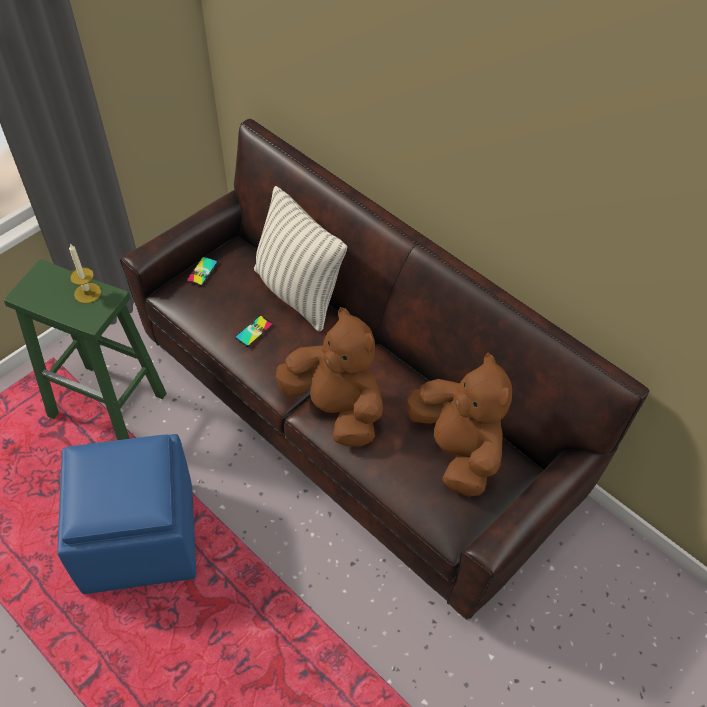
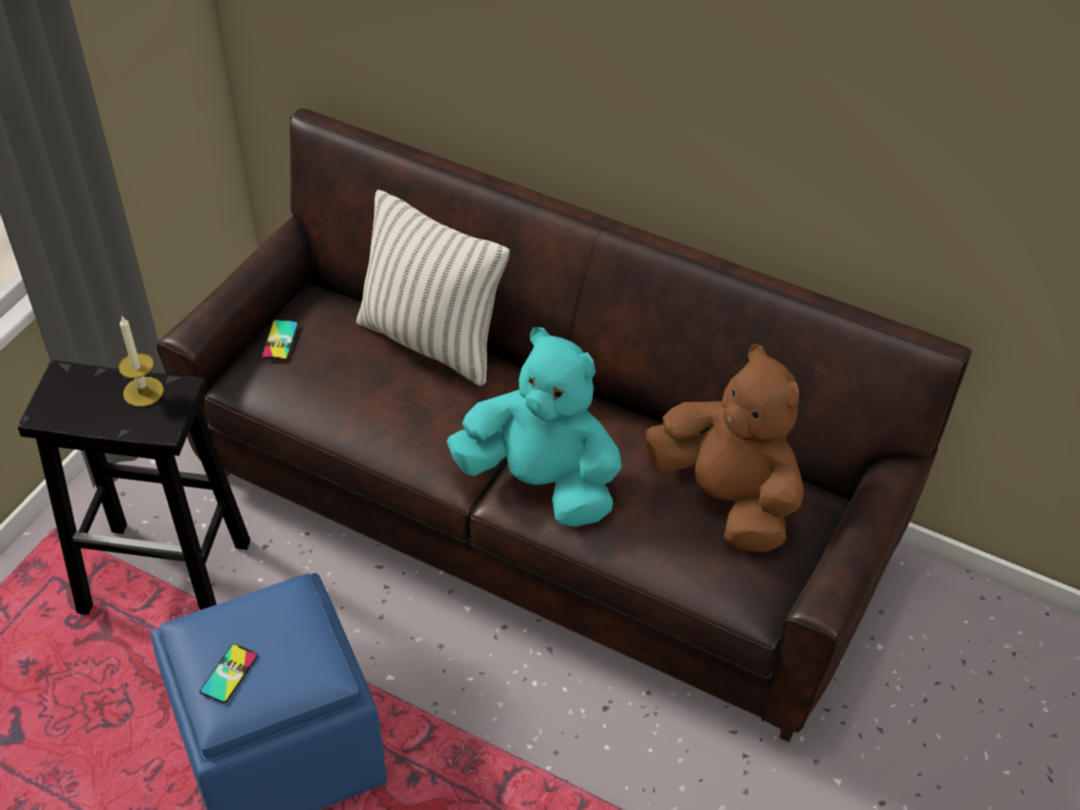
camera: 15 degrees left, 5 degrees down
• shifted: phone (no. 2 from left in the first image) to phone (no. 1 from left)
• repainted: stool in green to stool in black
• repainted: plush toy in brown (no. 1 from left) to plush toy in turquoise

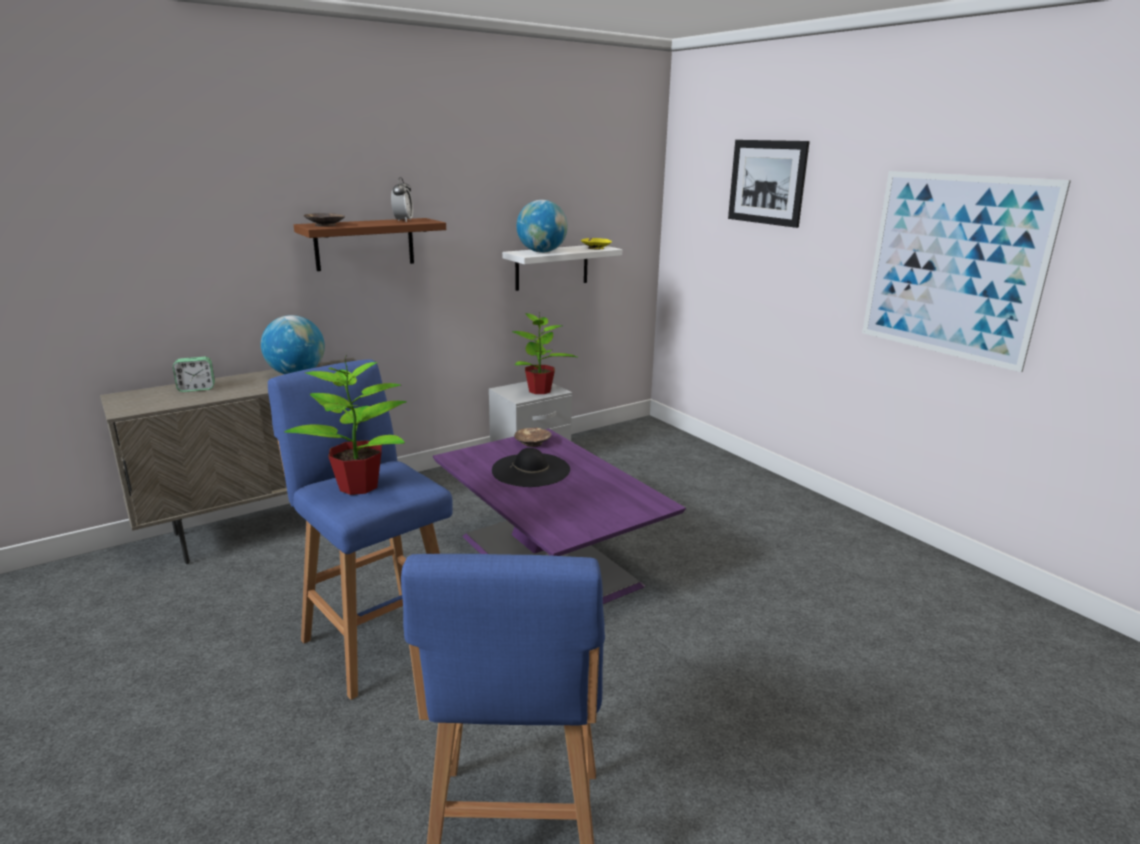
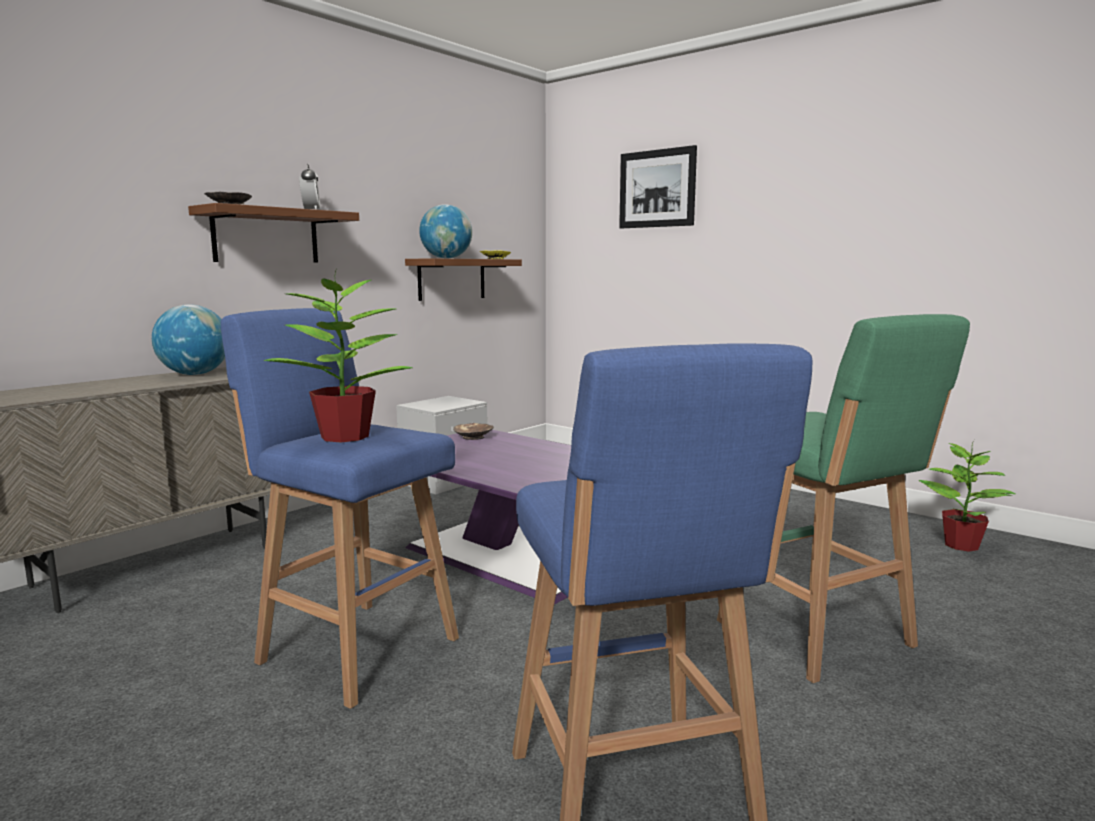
camera: 15 degrees left, 10 degrees down
• gone: alarm clock (no. 1 from left)
• gone: hat in black
• gone: picture (no. 2 from left)
• new: stool in green
• shifted: potted plant (no. 2 from left)
• repainted: shelf in white to shelf in brown (no. 2 from left)

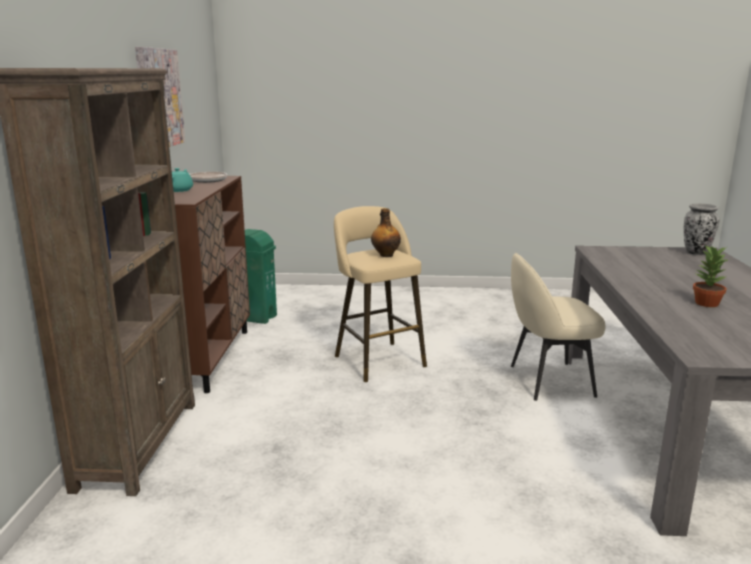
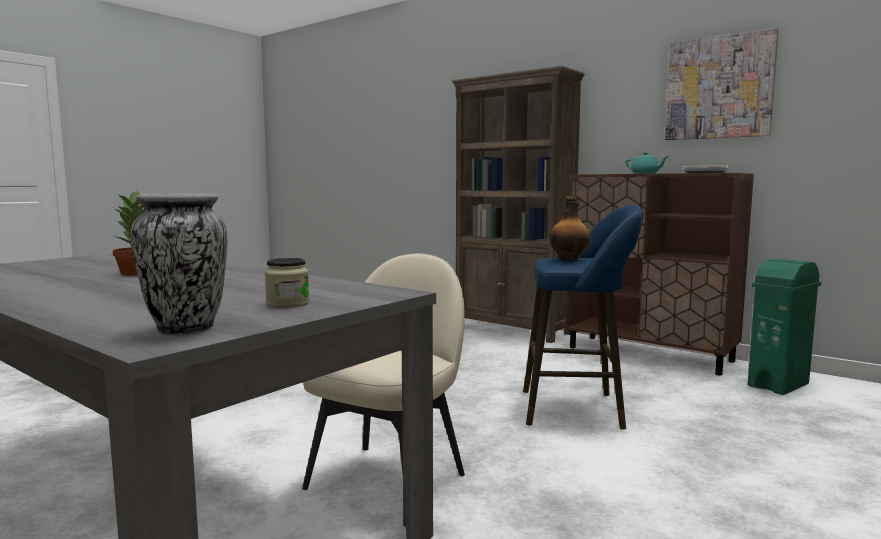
camera: 125 degrees right, 10 degrees down
• new: jar
• repainted: stool in beige to stool in blue

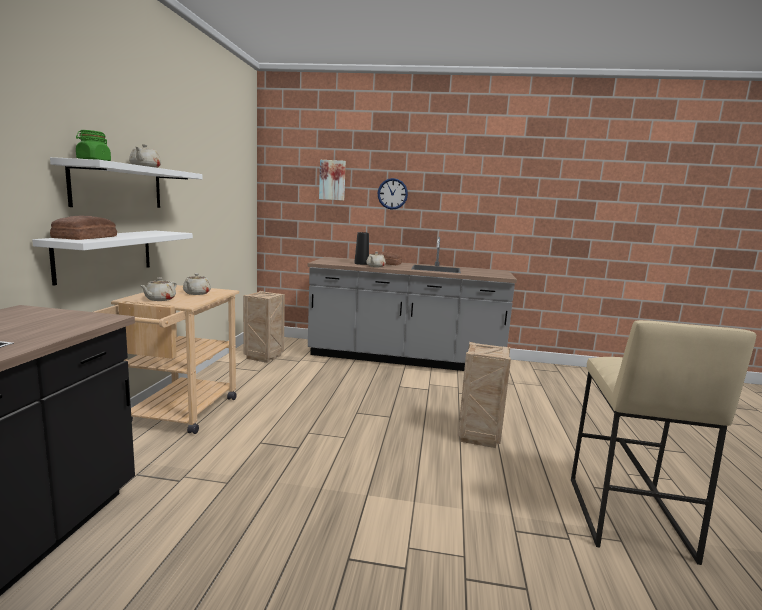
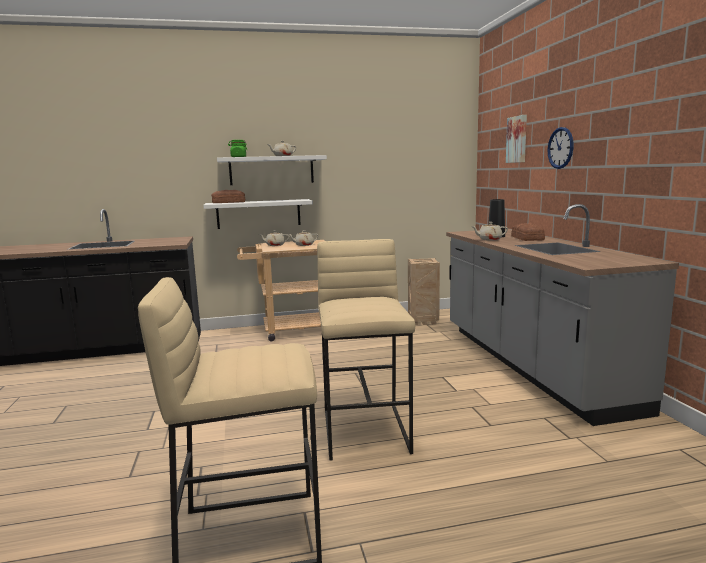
camera: 70 degrees right, 0 degrees up
• swapped: crate (no. 2 from left) to stool in beige (no. 2 from left)

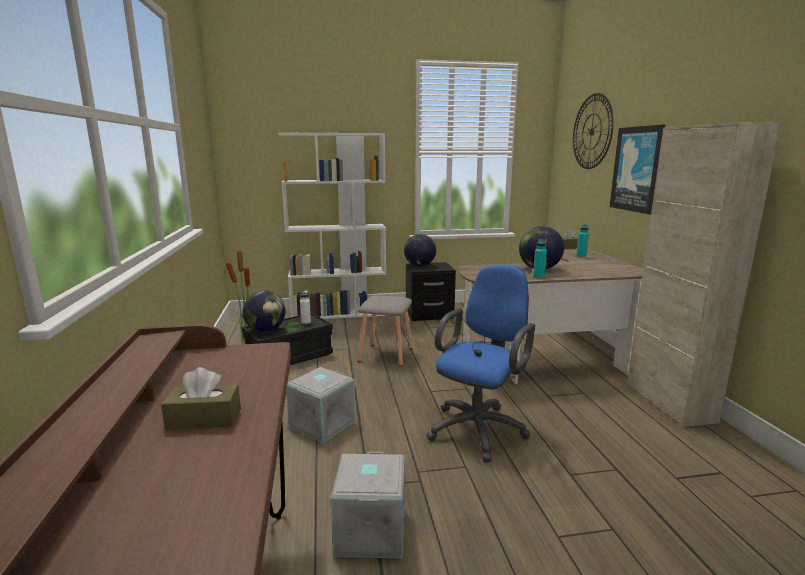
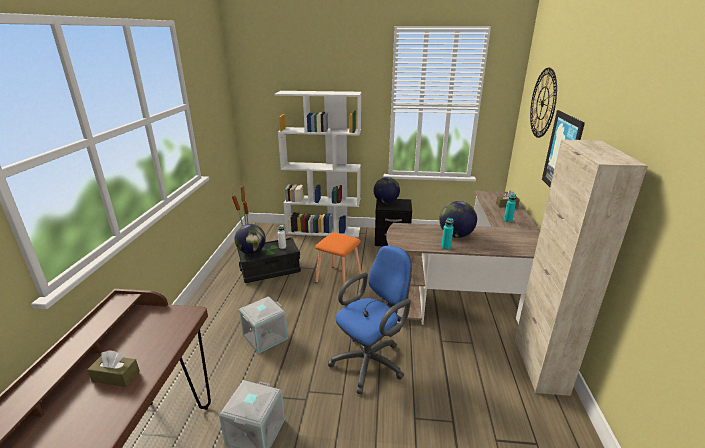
camera: 15 degrees right, 10 degrees up
• repainted: stool in grey to stool in orange

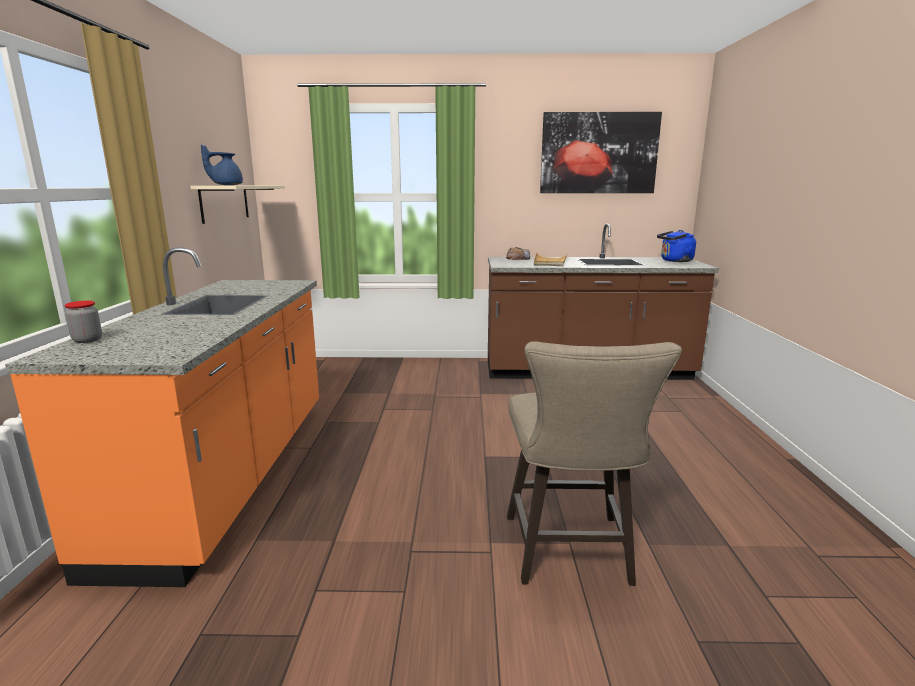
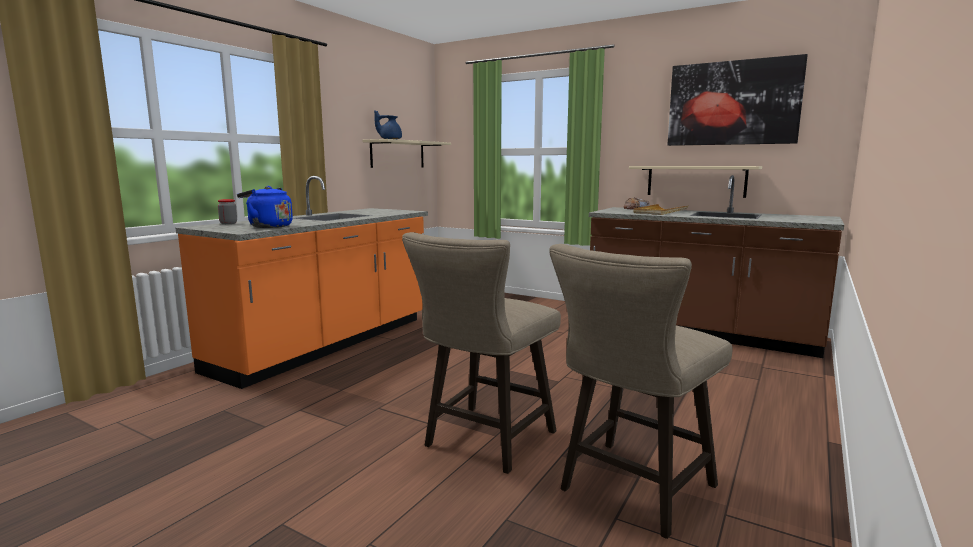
camera: 30 degrees right, 5 degrees down
• new: stool in beige (no. 2 from left)
• new: shelf in beige (no. 2 from left)
• shifted: kettle in blue

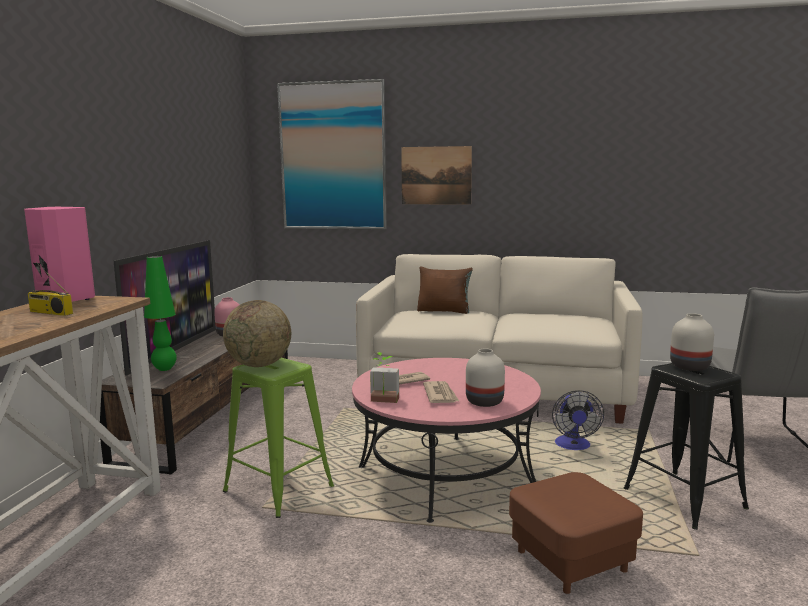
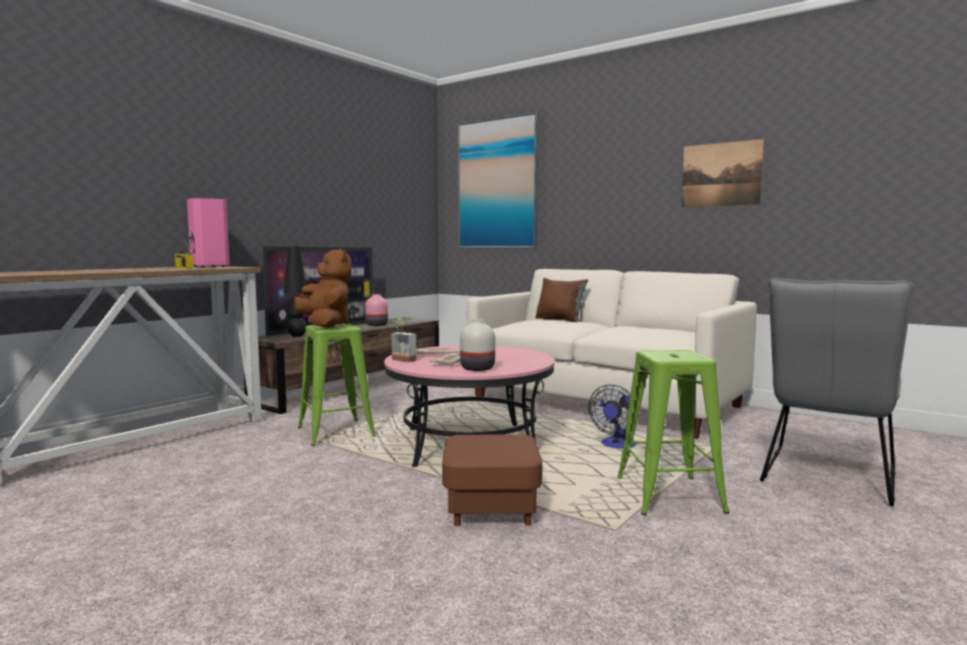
camera: 25 degrees right, 5 degrees down
• gone: vase in white (no. 2 from left)
• shifted: picture (no. 2 from left)
• swapped: globe to plush toy in brown
• repainted: table lamp in green to table lamp in black
• repainted: stool in black to stool in green (no. 2 from left)

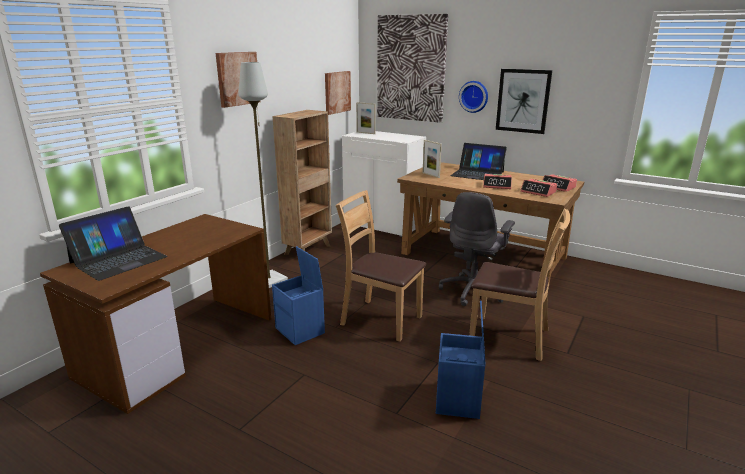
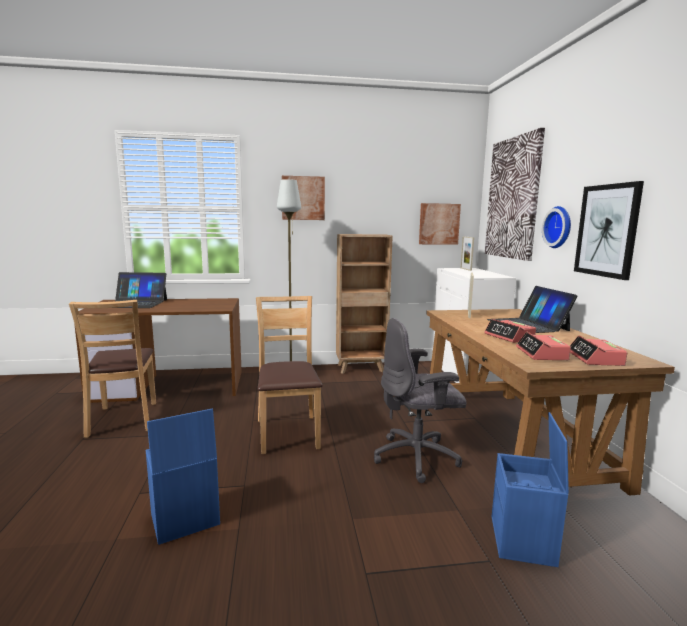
camera: 50 degrees right, 10 degrees down
• shifted: storage box in blue (no. 1 from left in the first image) to storage box in blue (no. 2 from left)
• shifted: chair in brown (no. 2 from left in the first image) to chair in brown (no. 1 from left)

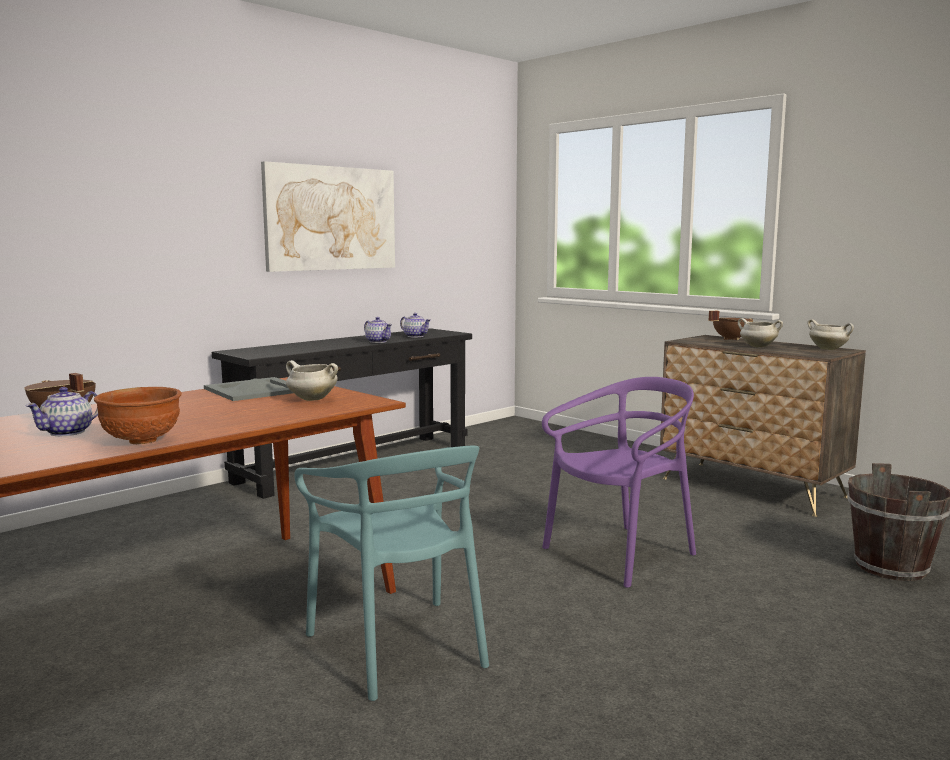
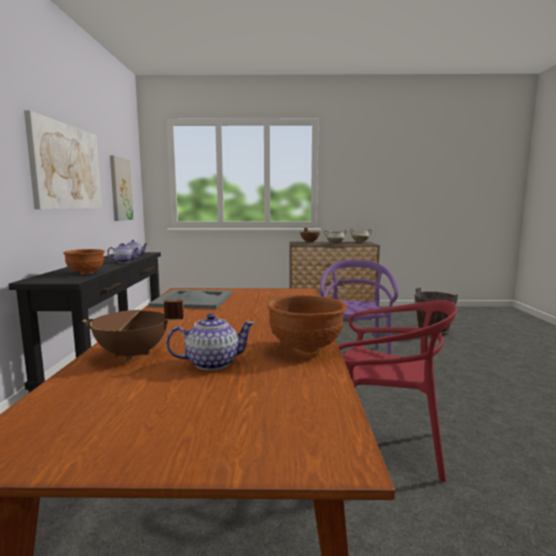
camera: 45 degrees left, 0 degrees up
• gone: cooking pot in white (no. 1 from left)
• new: bowl in brown (no. 1 from left)
• new: picture (no. 2 from left)
• repainted: chair in turquoise to chair in red
• rotated: teapot (no. 1 from left in the first image) 90 degrees counterclockwise

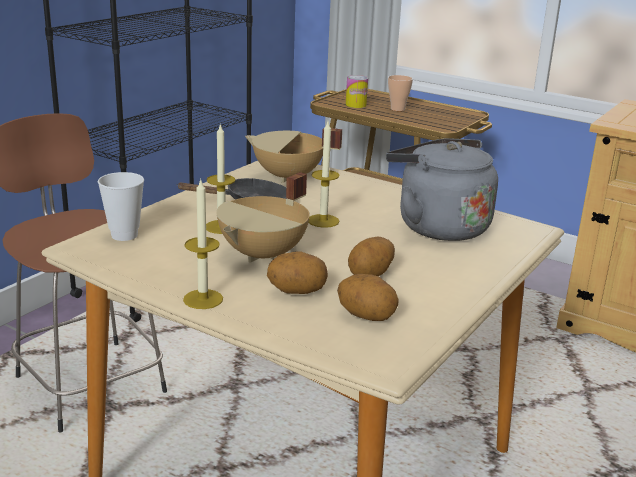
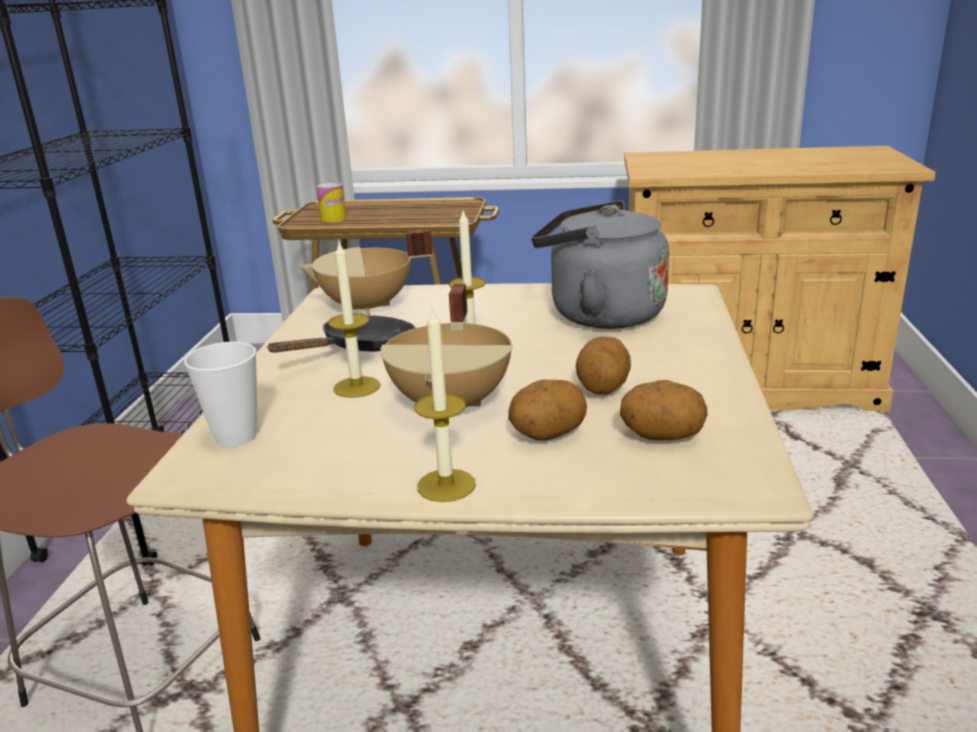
camera: 25 degrees left, 0 degrees up
• gone: cup (no. 2 from left)

